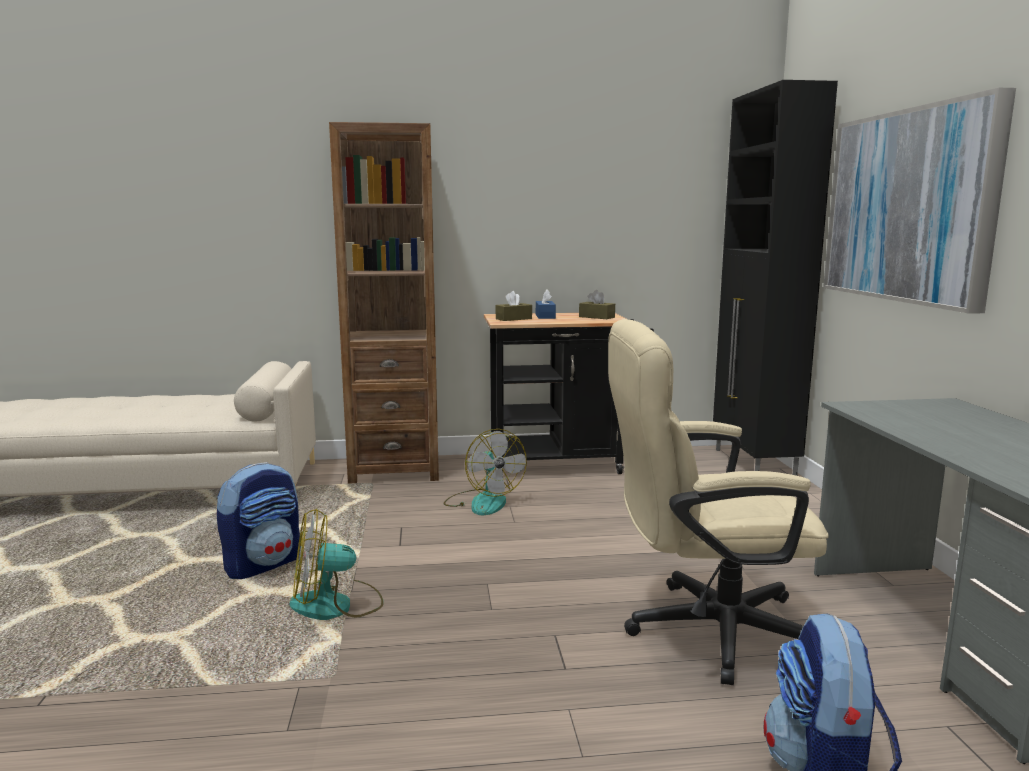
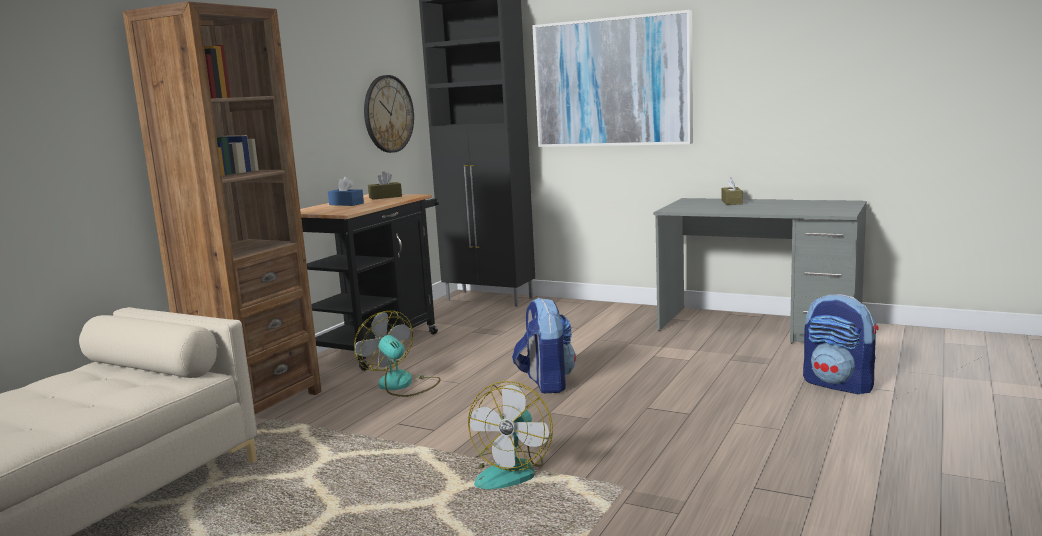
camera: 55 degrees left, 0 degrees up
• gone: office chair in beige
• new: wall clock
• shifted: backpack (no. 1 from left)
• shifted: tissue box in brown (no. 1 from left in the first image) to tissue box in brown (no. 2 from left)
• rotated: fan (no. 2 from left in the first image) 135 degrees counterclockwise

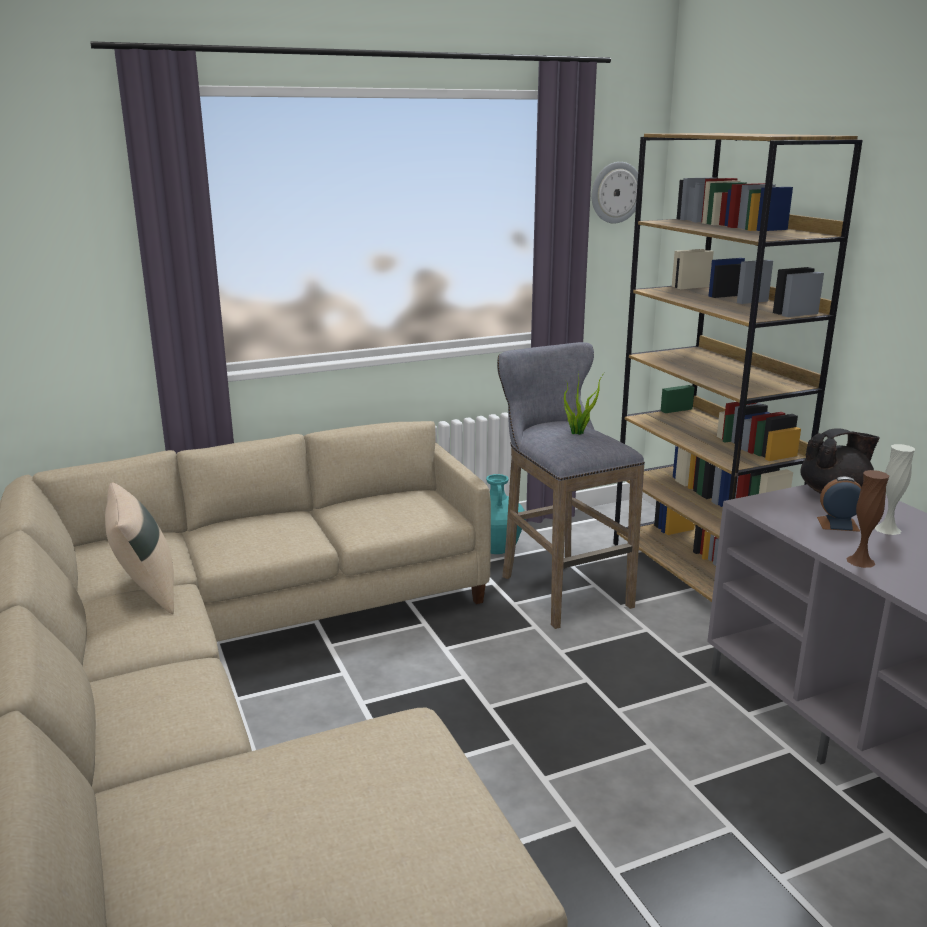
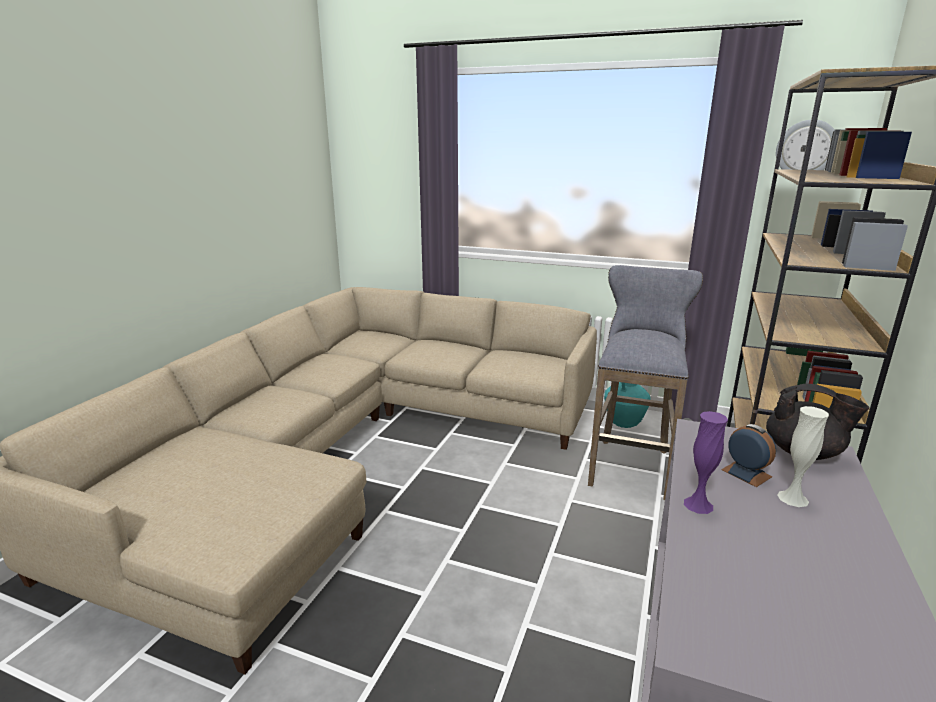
camera: 45 degrees right, 0 degrees up
• gone: pillow in beige
• gone: potted plant
• repainted: vase in brown to vase in purple

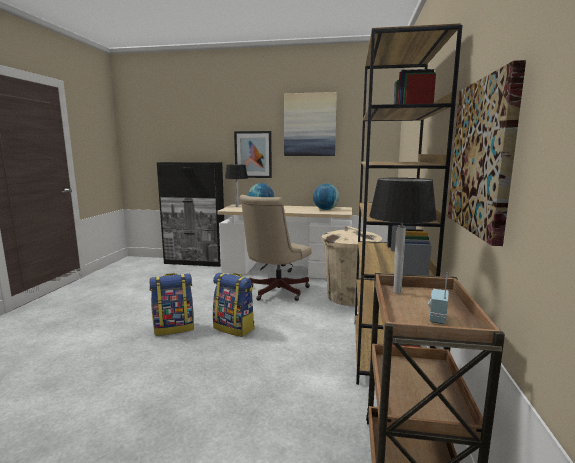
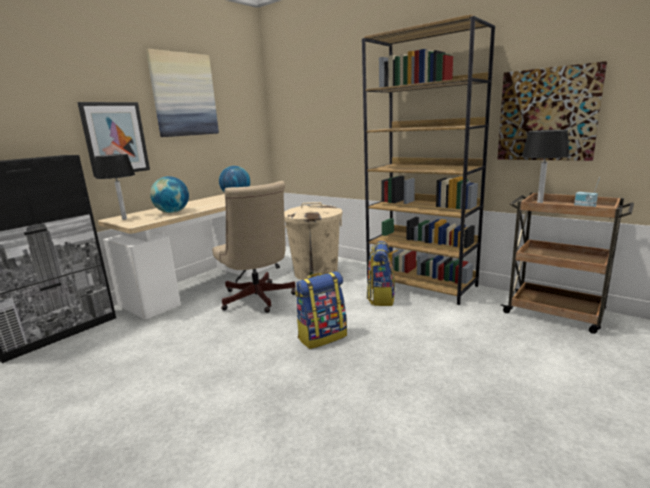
camera: 60 degrees left, 5 degrees up
• shifted: backpack (no. 1 from left in the first image) to backpack (no. 2 from left)

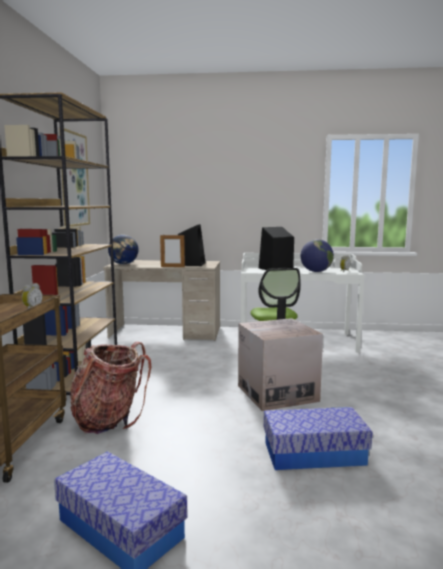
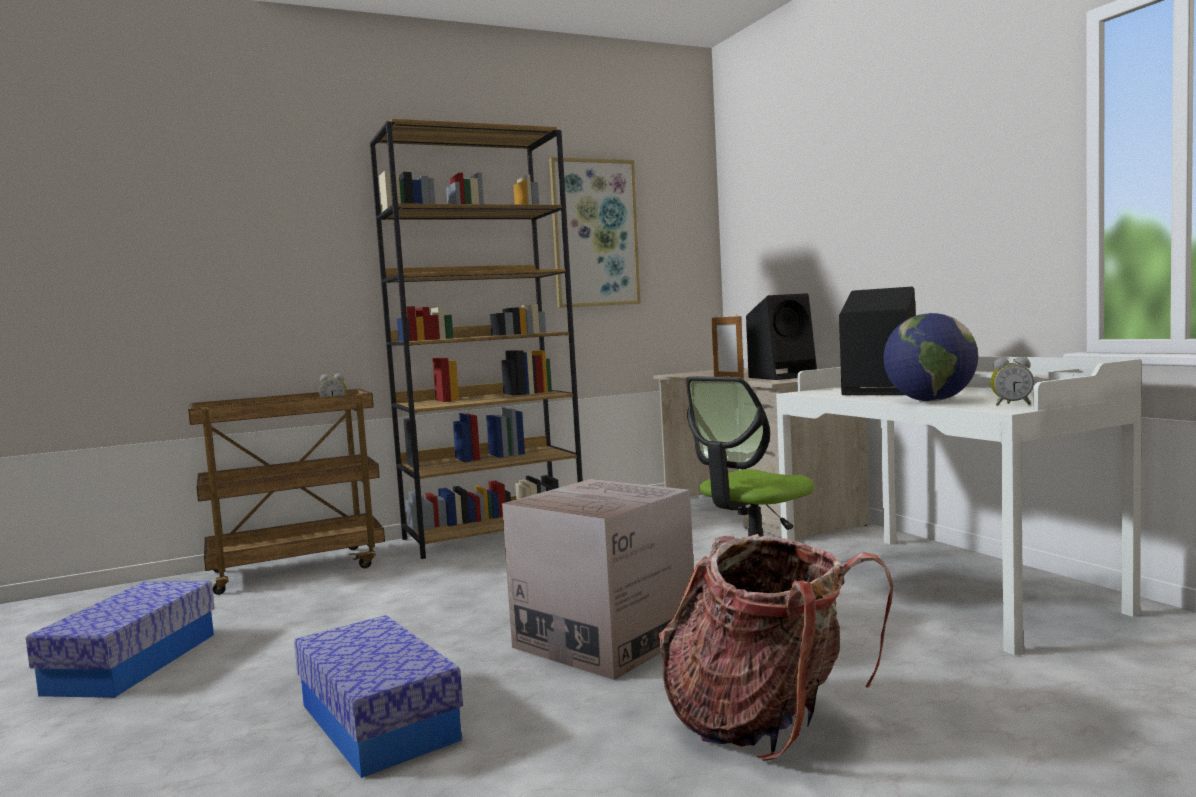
camera: 60 degrees right, 5 degrees down
• gone: globe (no. 1 from left)
• shifted: backpack

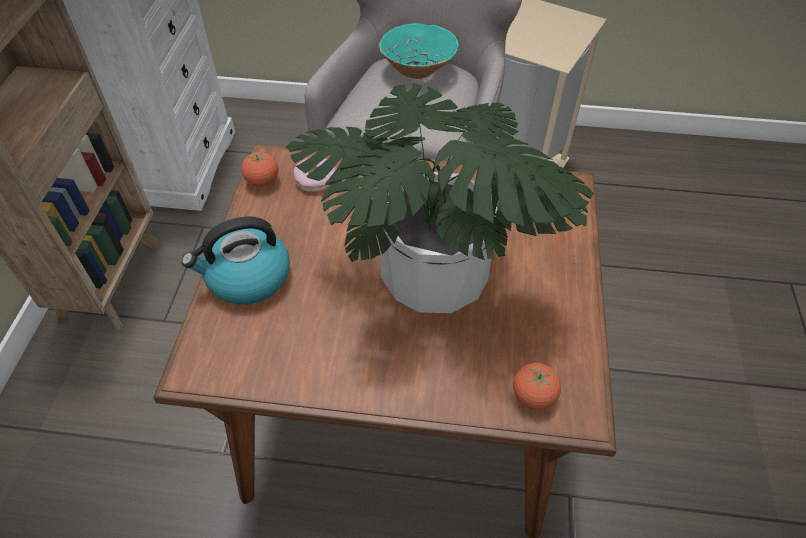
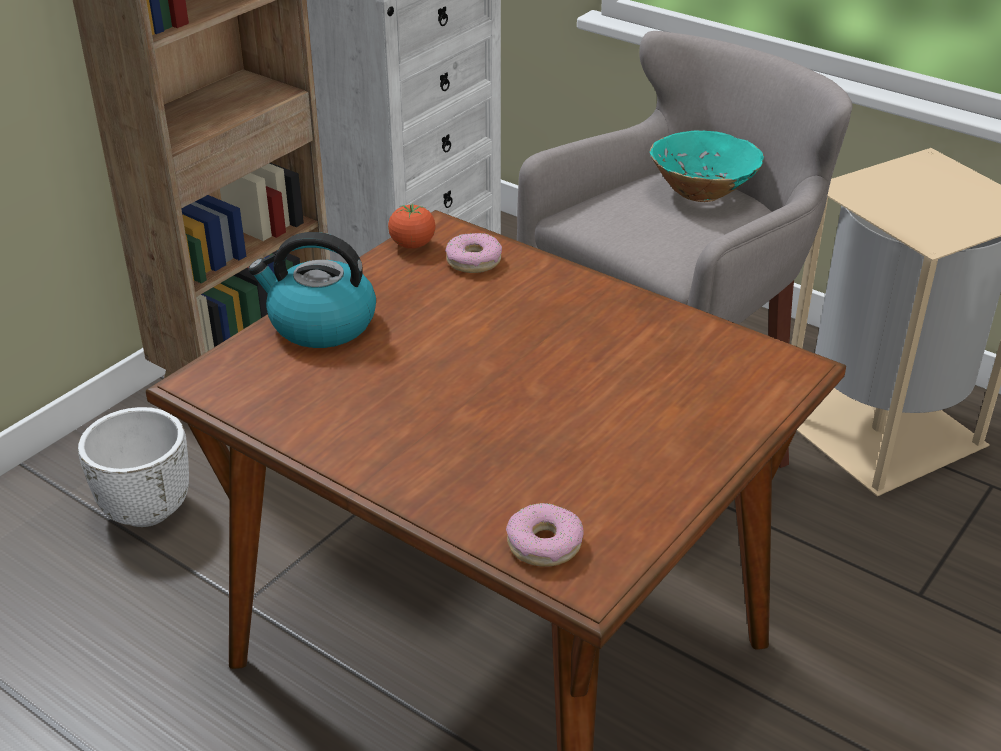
camera: 30 degrees right, 15 degrees down
• gone: potted plant
• new: planter in white
• swapped: tomato (no. 2 from left) to donut (no. 2 from left)

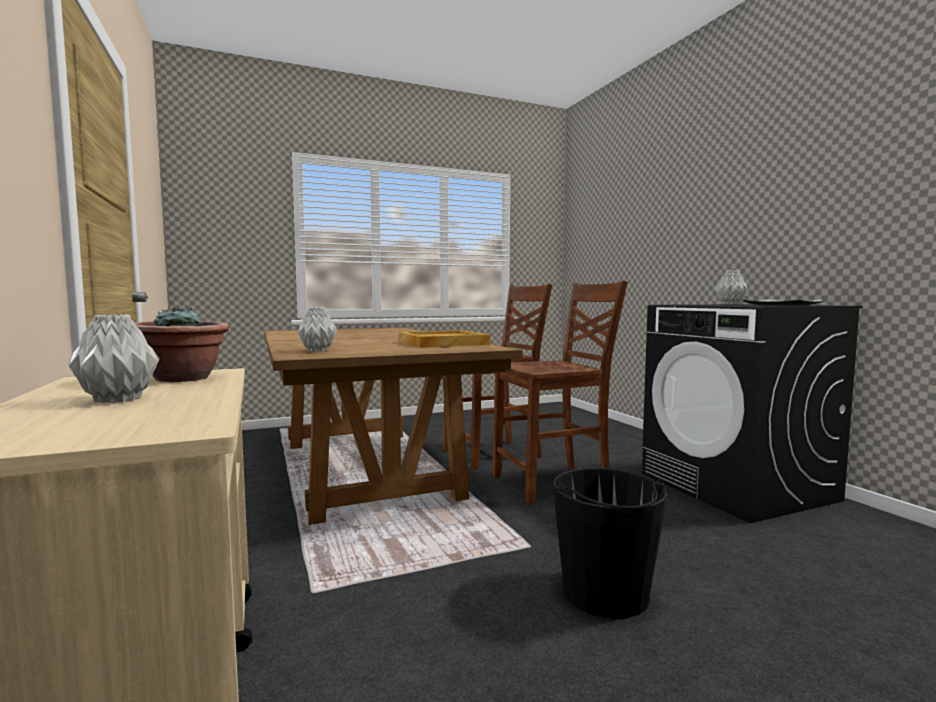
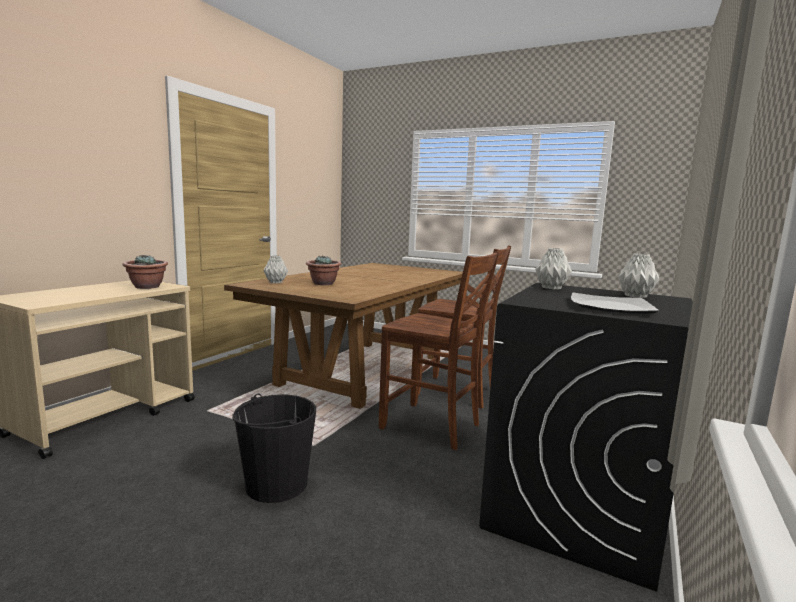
camera: 50 degrees right, 5 degrees up
• gone: tray in beige
• new: potted plant (no. 2 from left)
• shifted: vase in grey (no. 1 from left in the first image) to vase in grey (no. 2 from left)

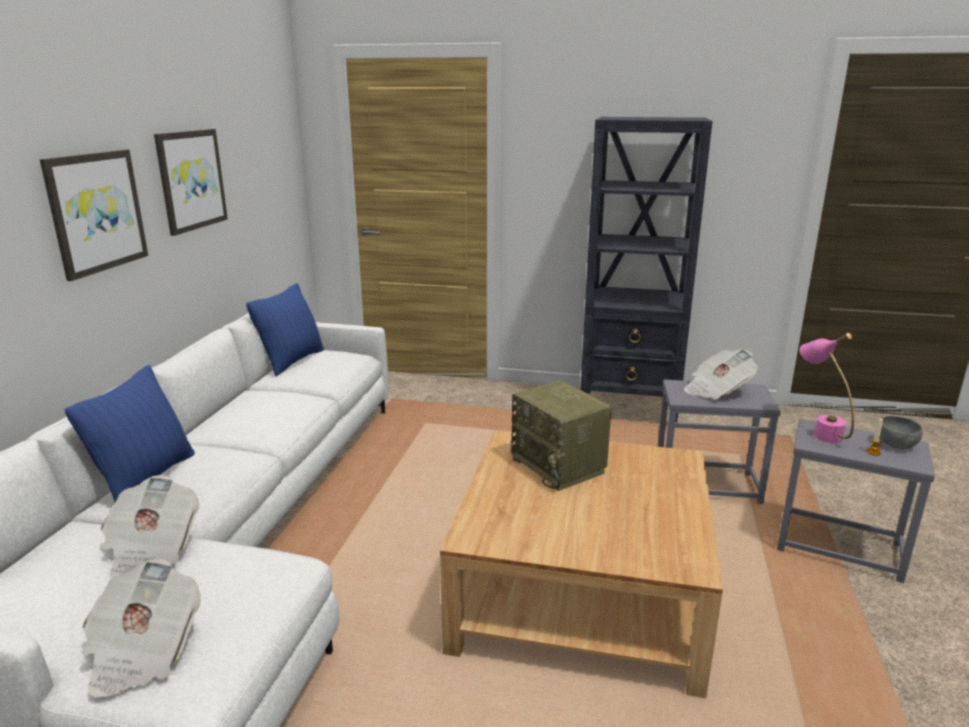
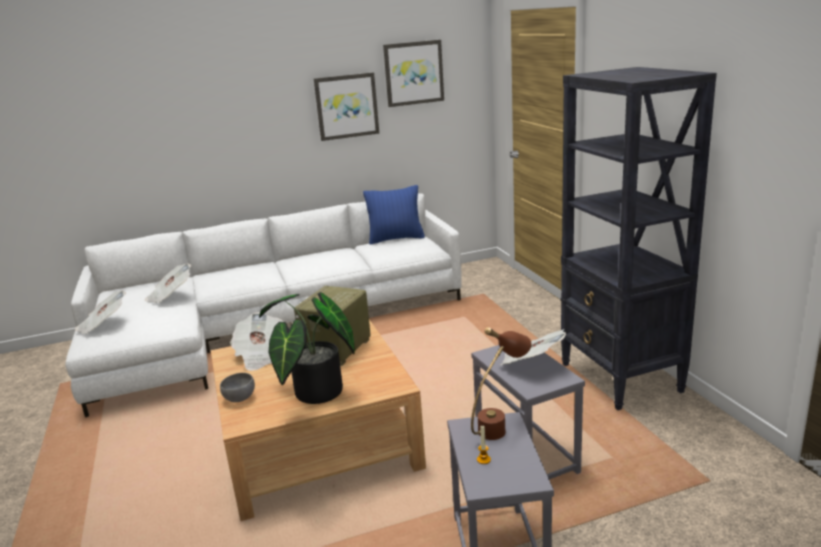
camera: 60 degrees right, 0 degrees up
• gone: pillow in blue (no. 1 from left)
• new: newspaper (no. 3 from left)
• new: potted plant
• shifted: picture (no. 1 from left in the first image) to picture (no. 2 from left)
• shifted: bowl in grey
• repainted: table lamp in pink to table lamp in brown

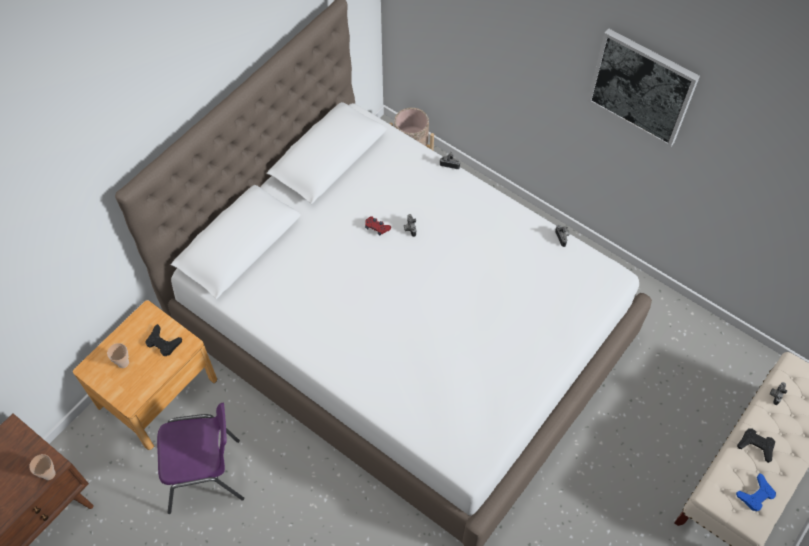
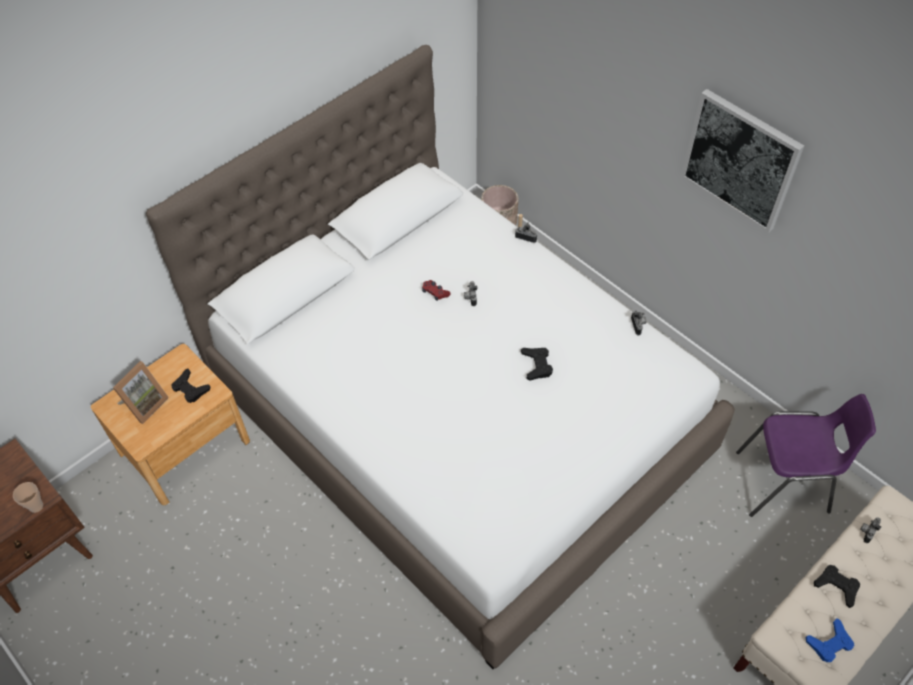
camera: 10 degrees right, 5 degrees down
• new: game controller in black (no. 2 from left)
• shifted: chair in purple
• swapped: cup (no. 2 from left) to picture frame

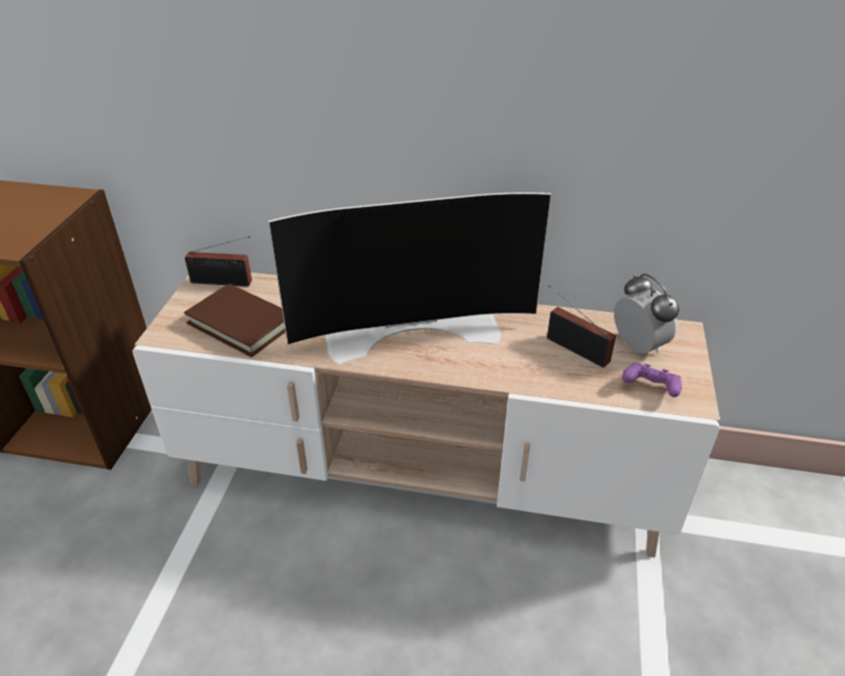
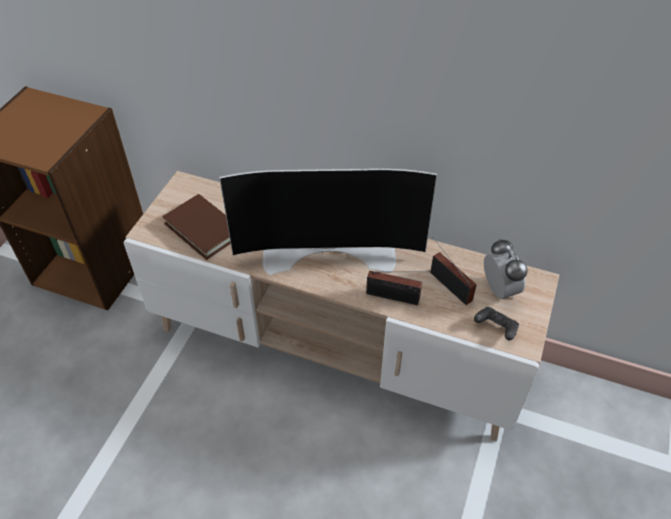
camera: 10 degrees right, 10 degrees up
• shifted: radio (no. 1 from left)
• repainted: game controller in purple to game controller in black

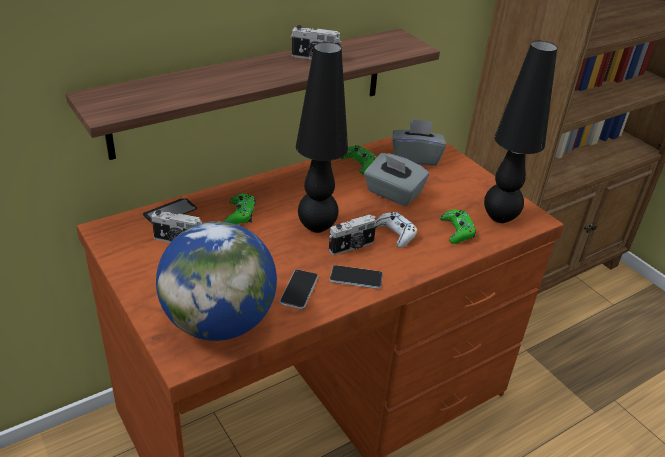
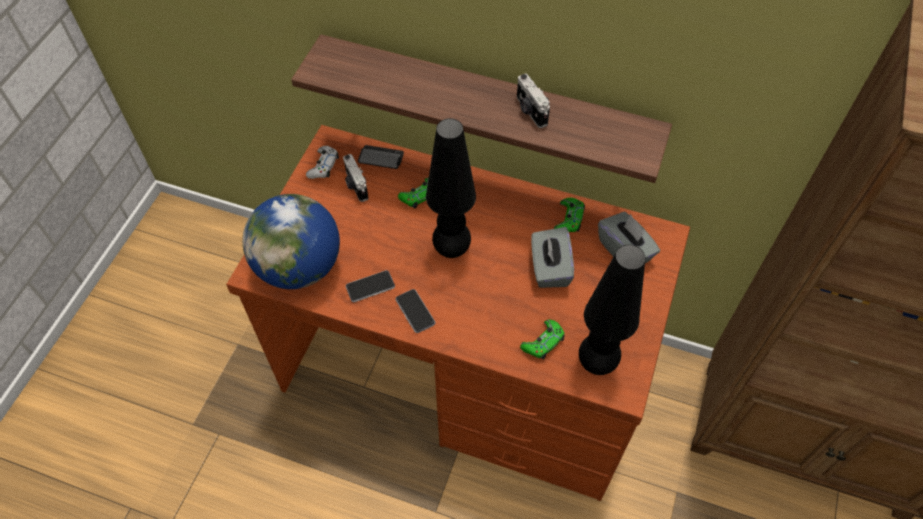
camera: 55 degrees right, 20 degrees up
• gone: photo camera (no. 3 from left)
• shifted: game controller in white

